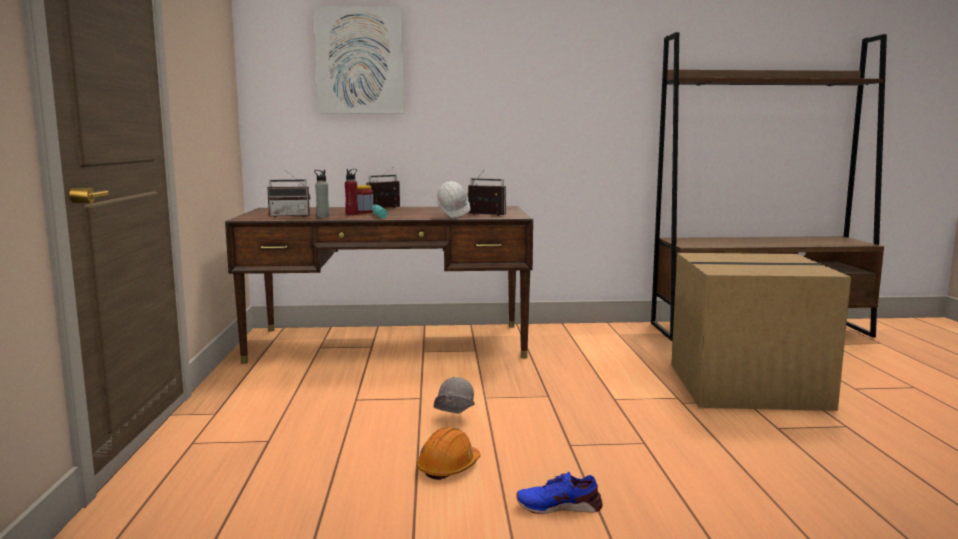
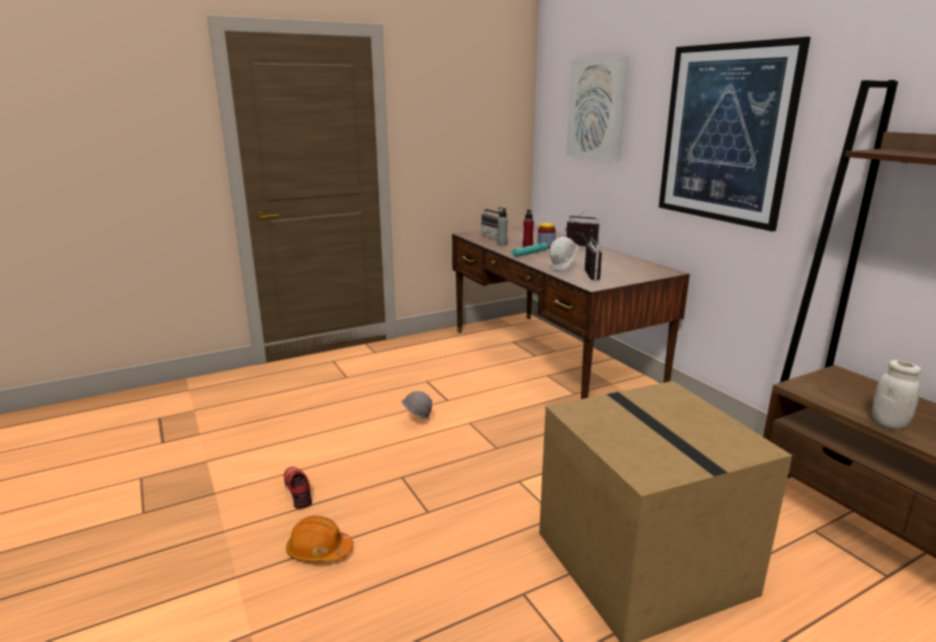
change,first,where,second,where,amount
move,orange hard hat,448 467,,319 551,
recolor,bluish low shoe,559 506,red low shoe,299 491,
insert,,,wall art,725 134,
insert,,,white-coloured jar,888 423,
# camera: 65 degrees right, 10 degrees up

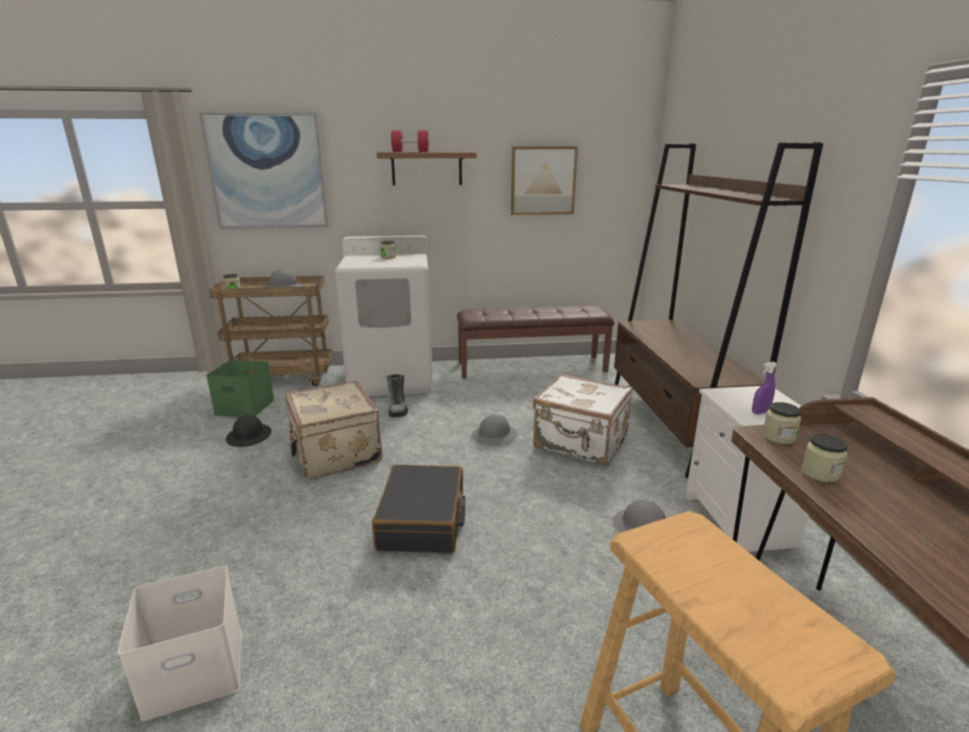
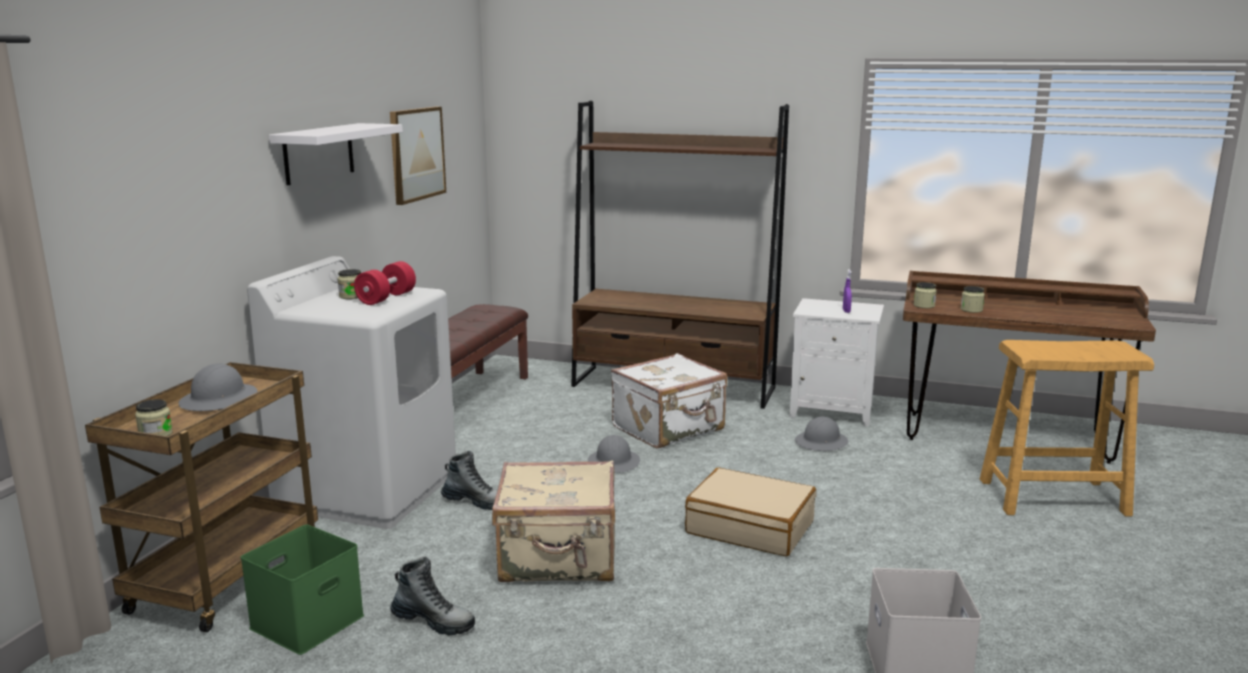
change,first,where,second,where,amount
delete,wall art,268 172,,,
move,red free weight,410 151,,386 298,
recolor,brown bracket shelf,427 168,white-coloured bracket shelf,319 153,
replace,black-coloured hard hat,249 436,boot,433 621,
recolor,black-coloured suitcase,423 521,beige suitcase,750 527,
# camera: 65 degrees left, 5 degrees down

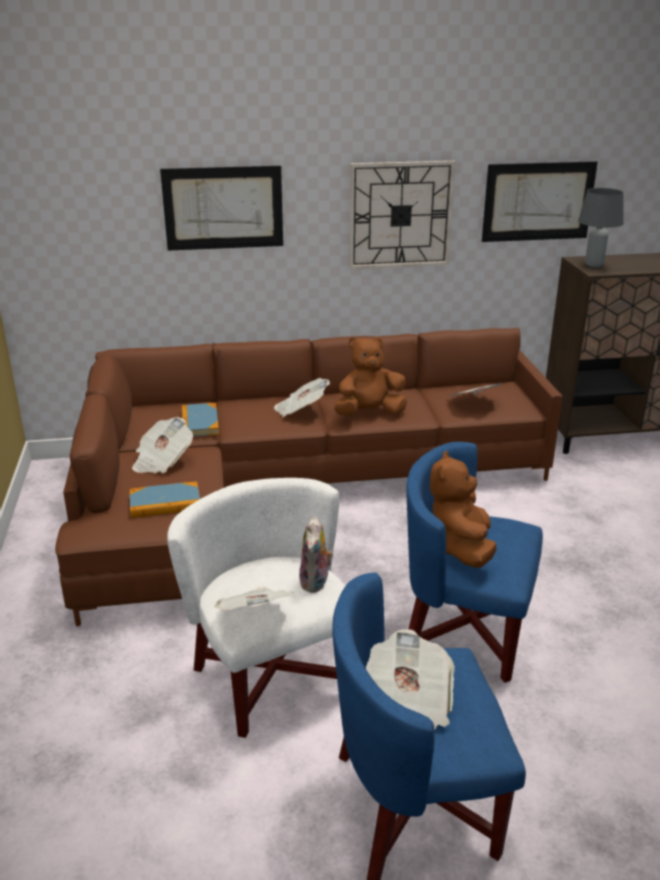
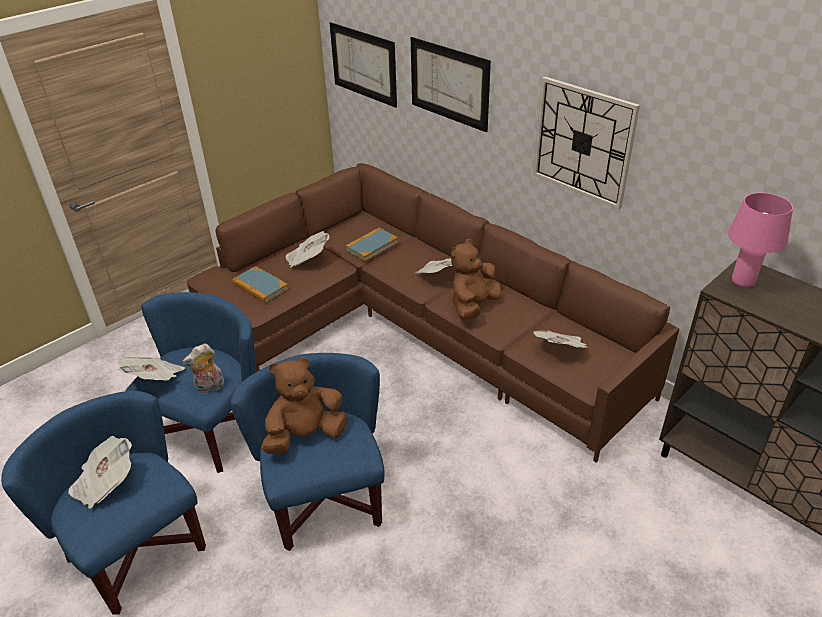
change,first,where,second,where,amount
move,wall art,538 201,,363 64,
recolor,greyish tabletop lamp,594 265,pink tabletop lamp,742 283,
rotate,brown soft toy,369 413,,473 306,90 degrees counterclockwise
recolor,white-coloured armchair,273 678,bluish armchair,211 430,
# camera: 55 degrees right, 10 degrees up

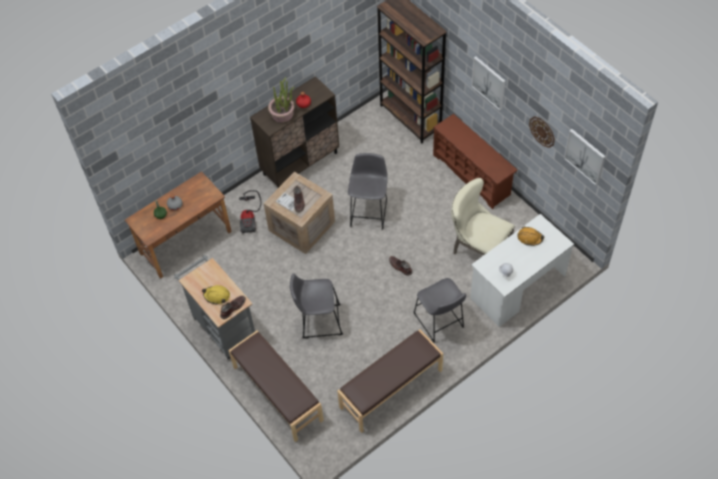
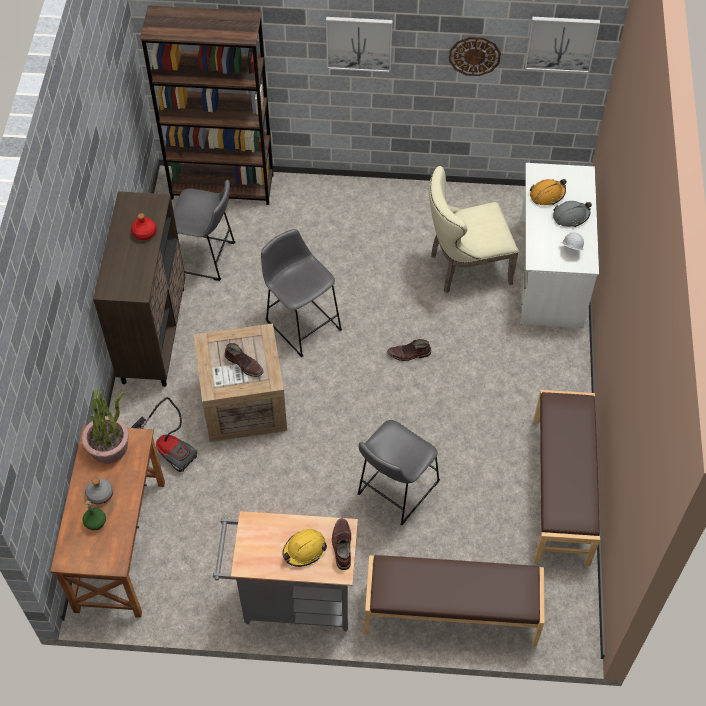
change,first,where,second,where,amount
move,plant in a pot,282 114,,109 446,
delete,brown shoe stand,472 175,,,
move,greyish sitting stool,439 322,,205 258,
insert,,,greyish hard hat,571 216,
# camera: 50 degrees left, 0 degrees up

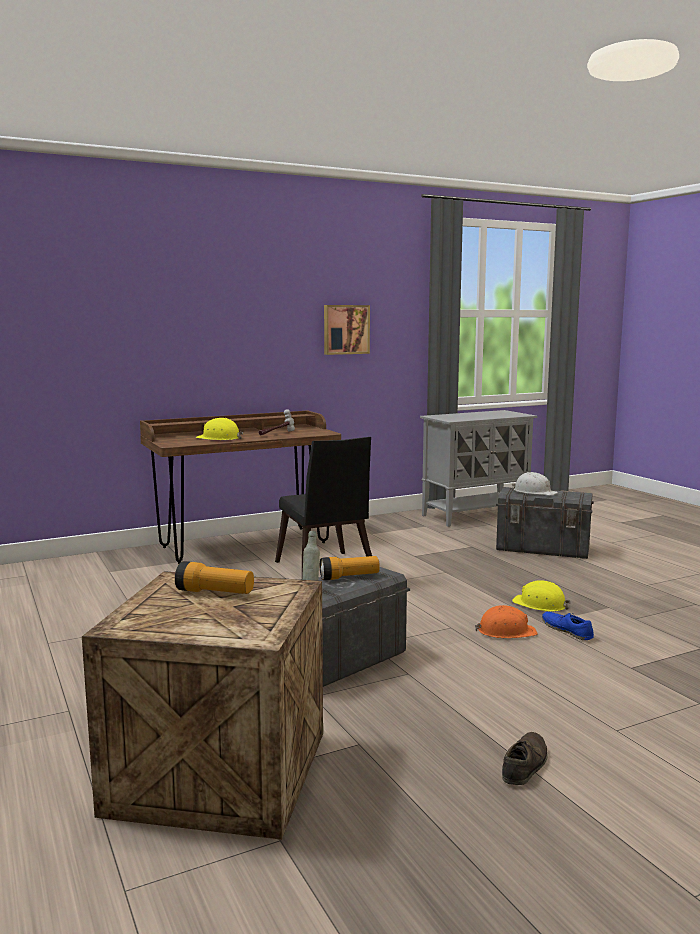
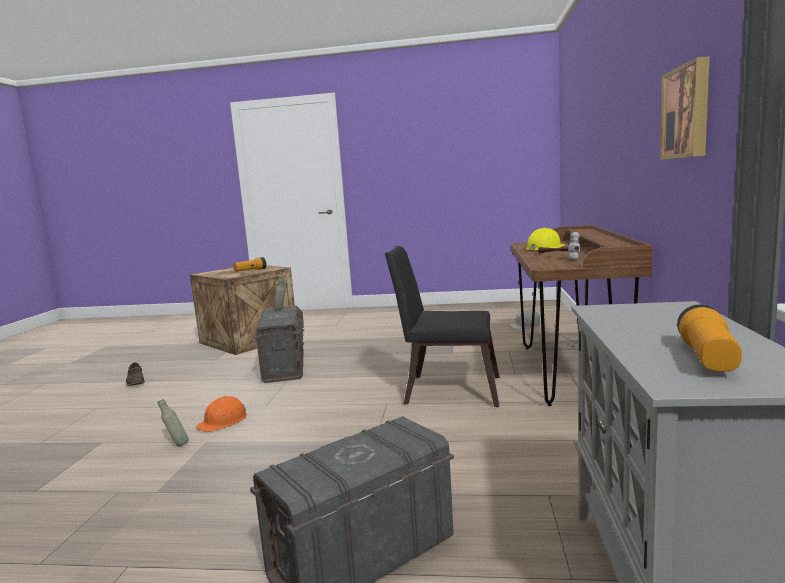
change,first,where,second,where,amount
move,white-coloured hard hat,534 492,,527 326,
move,hand torch,349 577,,708 358,
delete,yellowish hard hat,540 604,,,
replace,bluish low shoe,567 630,greyish beverage bottle,177 445,
# camera: 125 degrees right, 0 degrees up

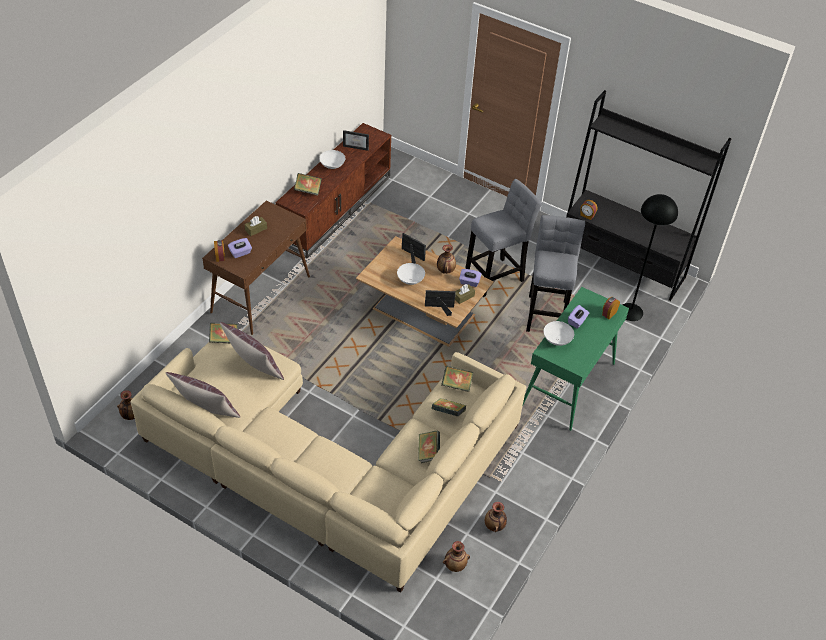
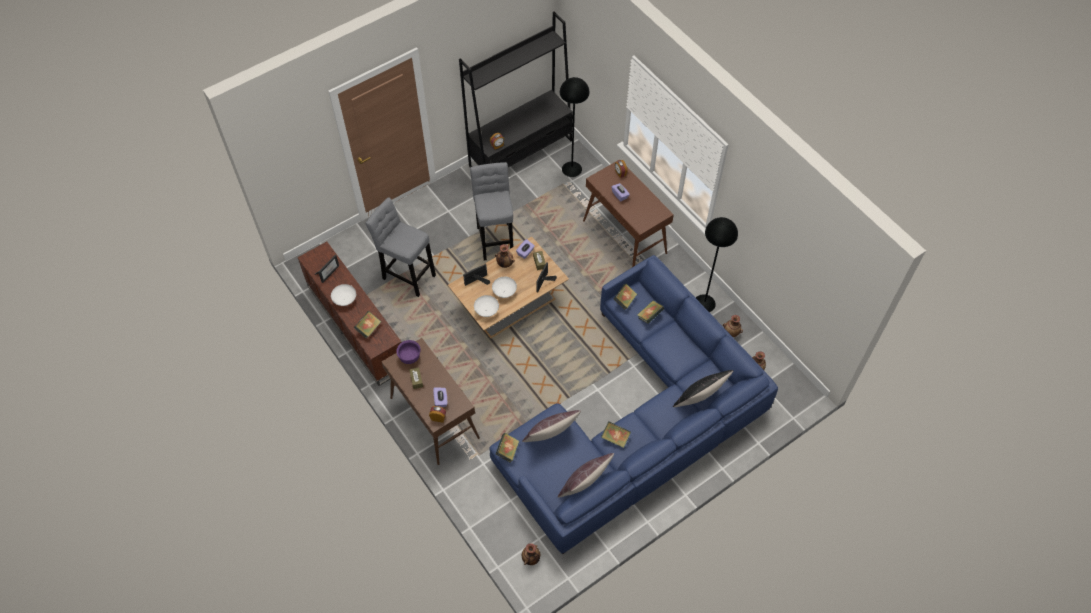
change,first,where,second,where,amount
move,greyish sitting stool,546 313,,407 275,
recolor,green-coloured hall table,568 385,brown hall table,625 237,
move,white-coloured bowl,556 340,,486 311,
recolor,beige sofa,328 462,bluish sofa,636 421,
move,book,428 452,,615 438,
insert,,,black-coloured floor lamp,704 303,
insert,,,purplish bowl,410 357,
insert,,,black-coloured pillow,699 400,
# camera: 65 degrees left, 10 degrees up

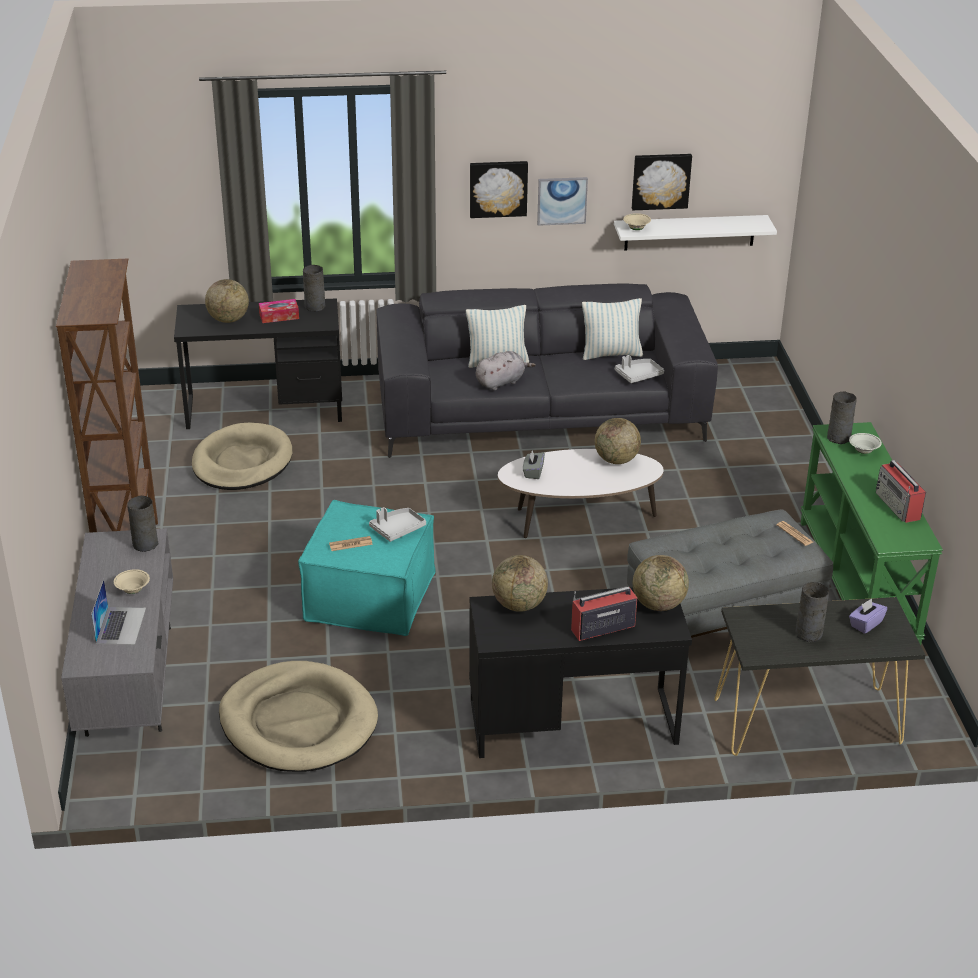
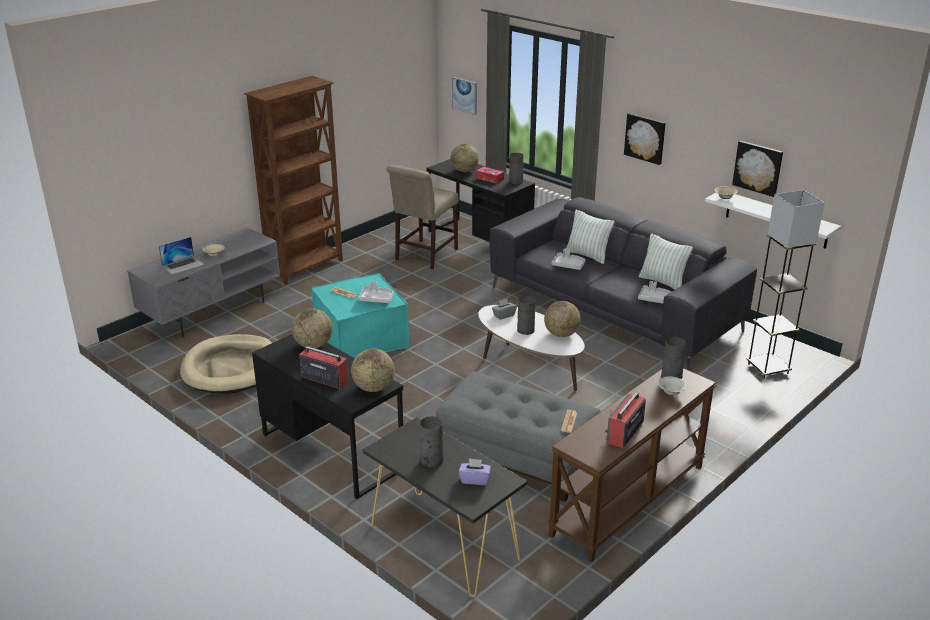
change,first,where,second,where,amount
move,wall art,562 200,,465 95,
replace,greyish soft toy,501 382,greyish serving tray,568 265,
replace,beige pet bed,242 462,beige chair,424 255,
recolor,green-coloured hall table,858 584,brown hall table,629 501,
move,greyish flower vase,144 544,,525 330,
insert,,,greyish floor lamp,768 369,
# camera: 50 degrees right, 5 degrees down

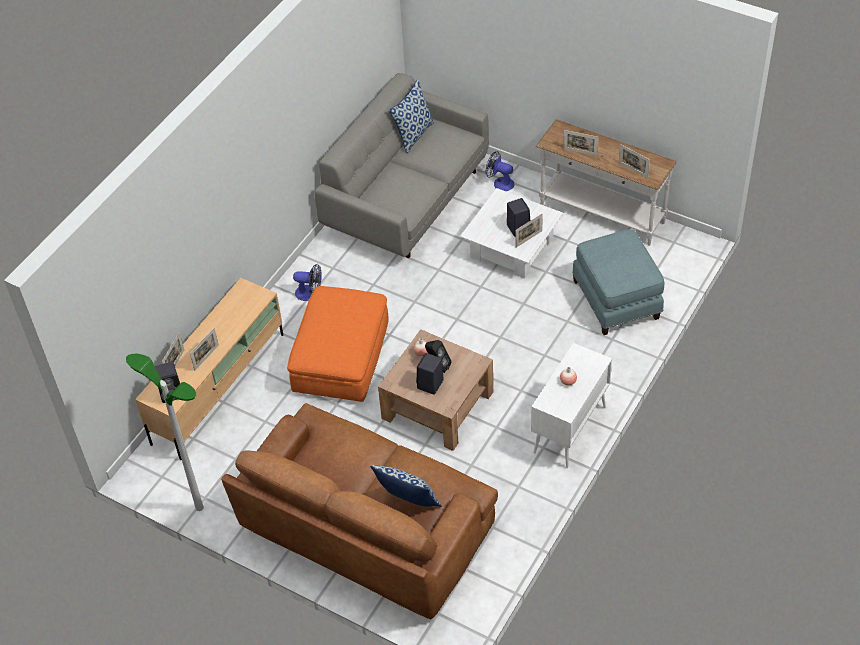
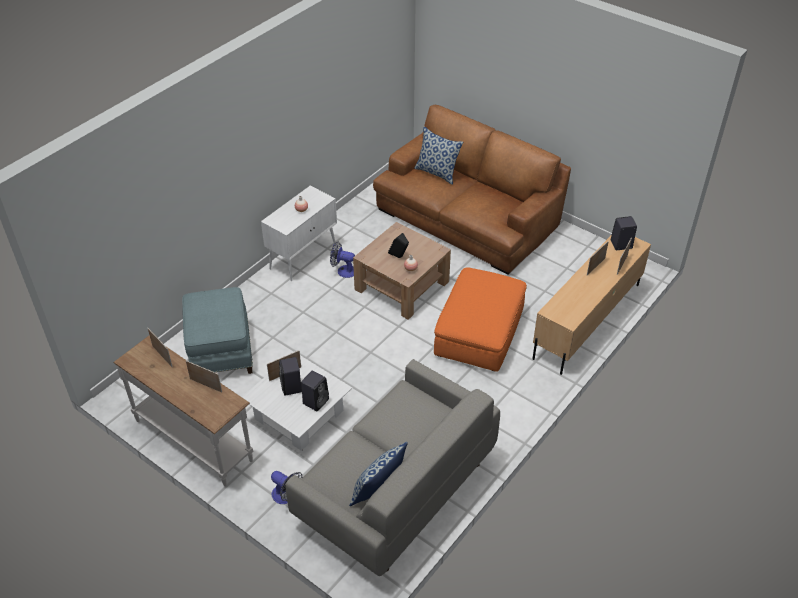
change,first,where,second,where,amount
move,cooling fan,310 293,,343 270,
move,black-coloured loudspeaker,430 385,,316 401,
delete,floor lamp,199 507,,,
# camera: 175 degrees left, 5 degrees down

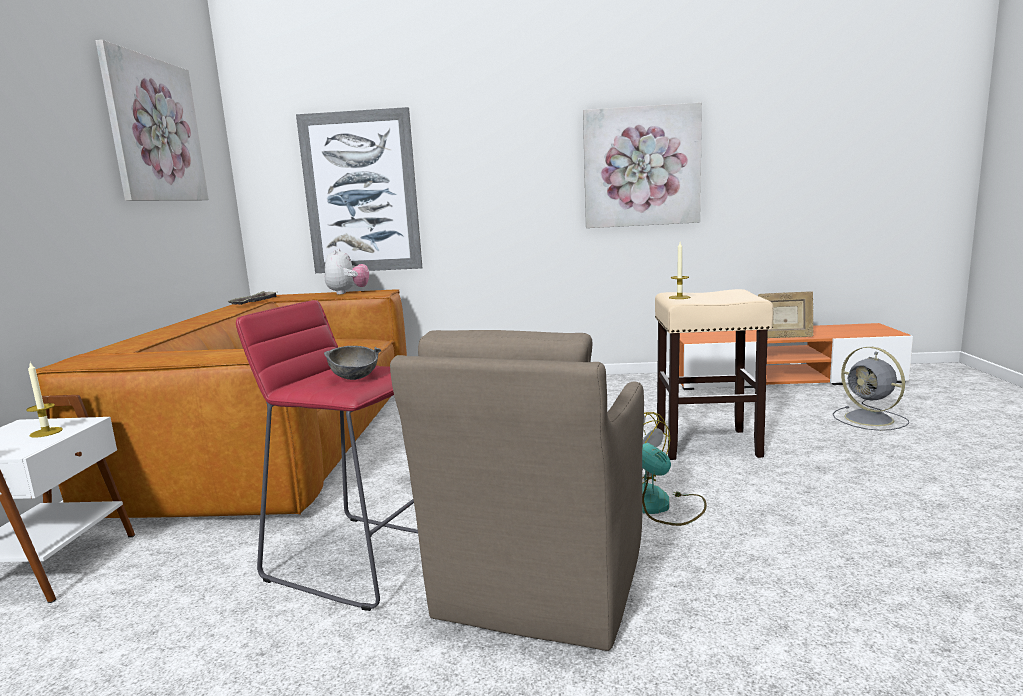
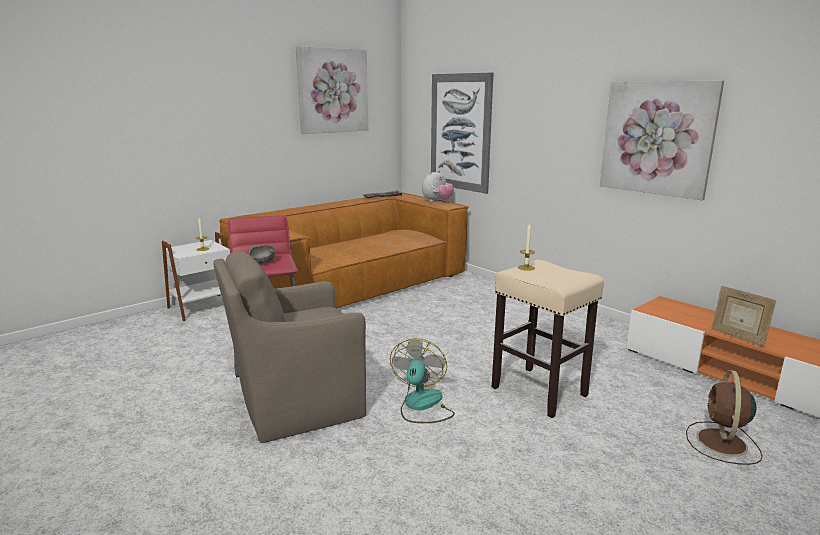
change,first,where,second,where,amount
recolor,greyish cooling fan,870 419,brown cooling fan,722 443,
# camera: 45 degrees right, 5 degrees up

